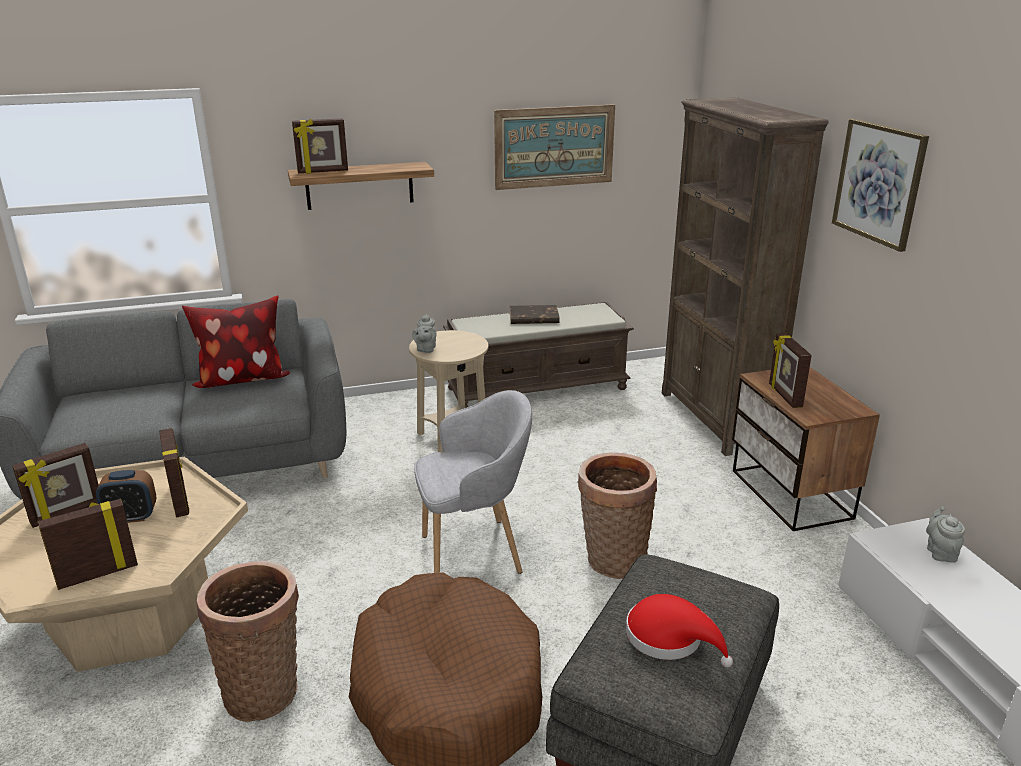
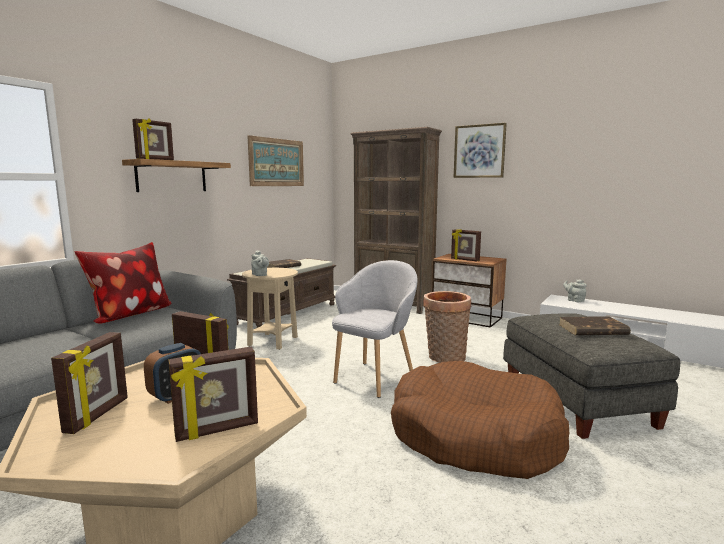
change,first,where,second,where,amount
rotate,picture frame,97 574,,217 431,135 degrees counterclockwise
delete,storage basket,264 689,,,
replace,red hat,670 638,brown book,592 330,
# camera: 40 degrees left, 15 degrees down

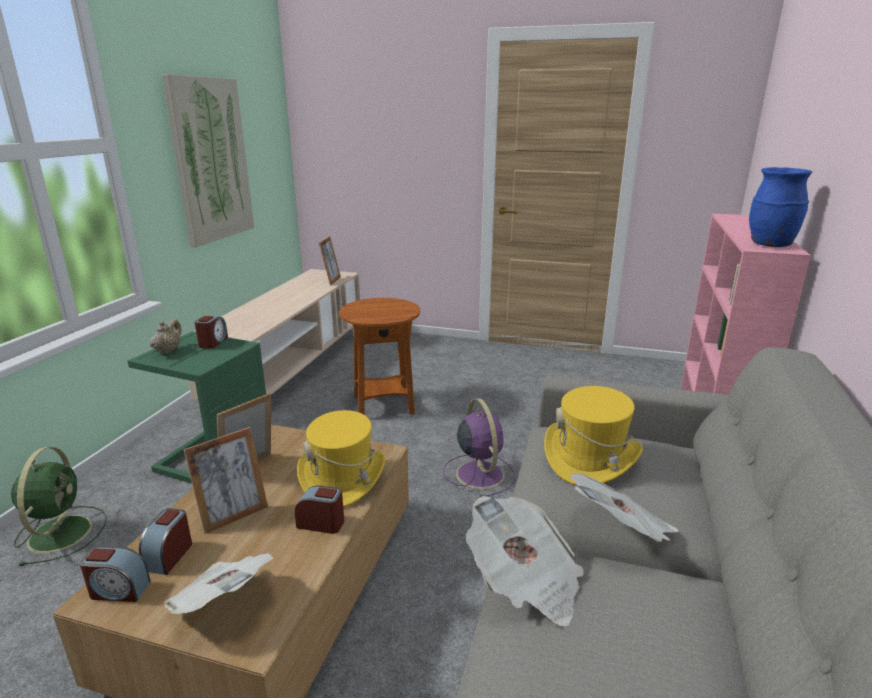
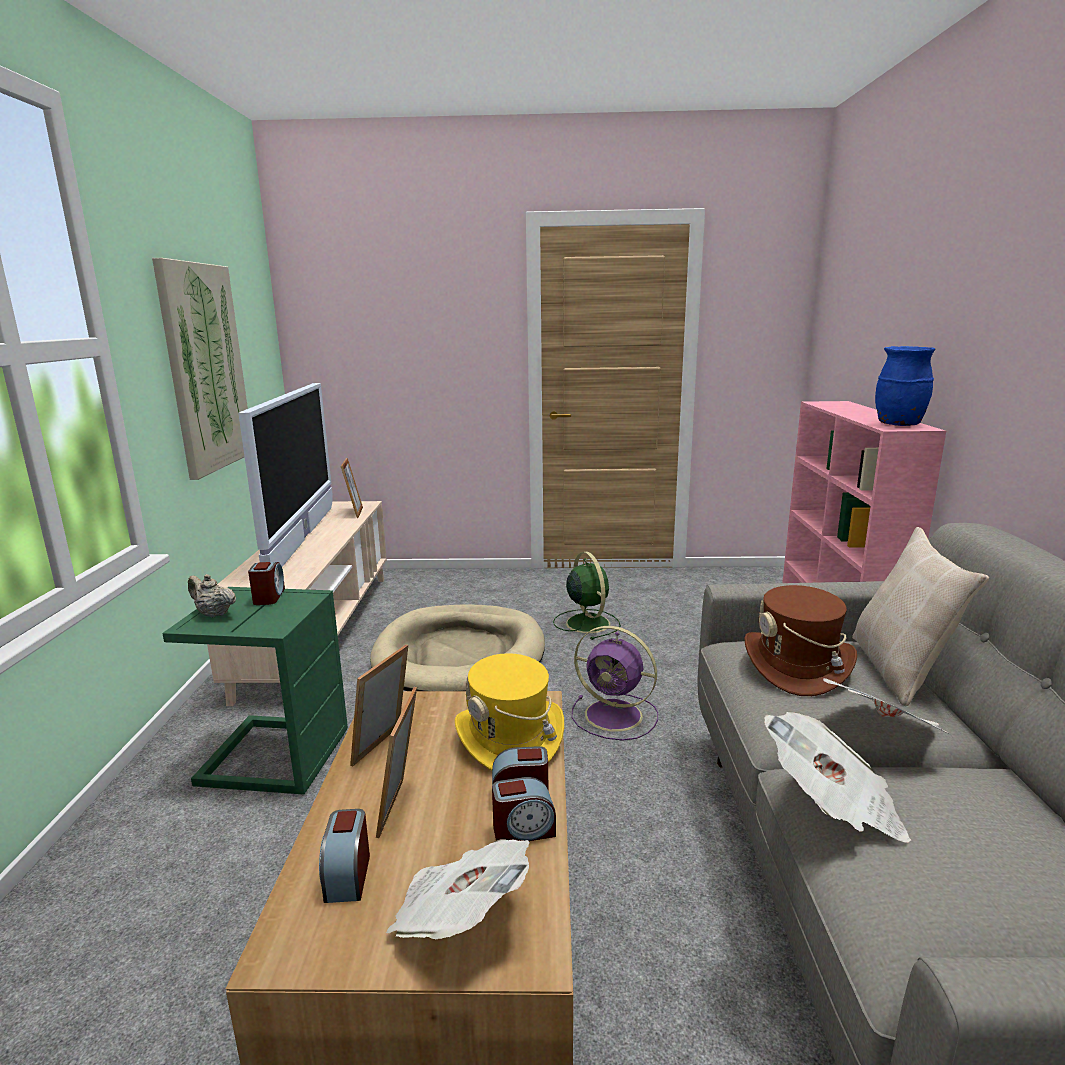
change,first,where,second,where,amount
replace,brown end table,383 405,beige pet bed,460 656,
rotate,beige pot for tea,168 351,,213 614,60 degrees counterclockwise
recolor,yellowish hat,591 458,brown hat,797 666,
rotate,purplish cooling fan,479 473,,616 716,150 degrees clockwise
rotate,picture frame,233 515,,401 808,150 degrees clockwise
move,green-coloured cooling fan,61 532,,587 623,
move,table clock,119 590,,523 830,
insert,,,TV,303 537,
insert,,,beige pillow,900 671,
# camera: 15 degrees left, 5 degrees down

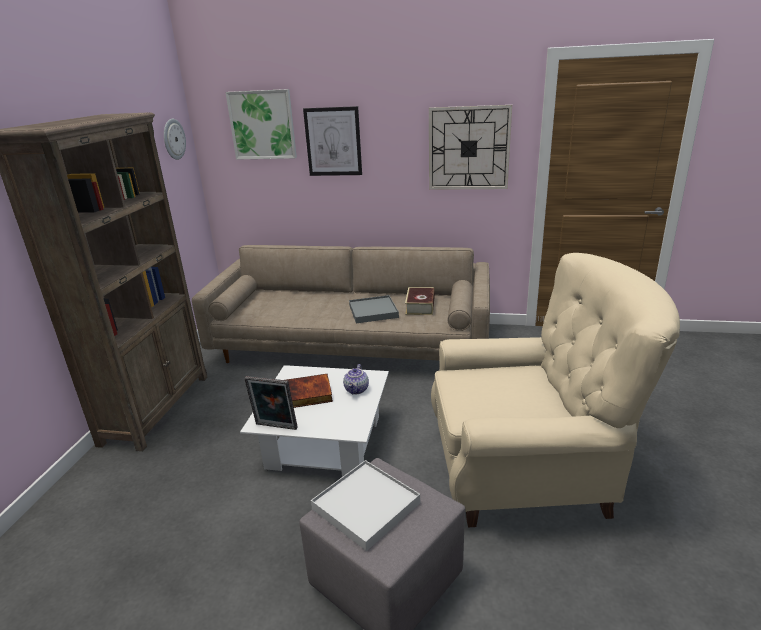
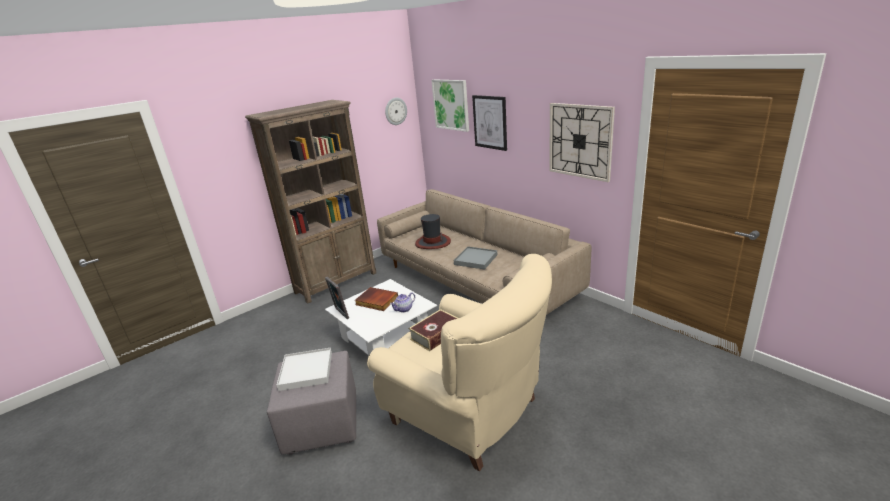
change,first,where,second,where,amount
move,book,420 306,,436 335,
insert,,,hat,432 242,
# camera: 40 degrees right, 0 degrees up

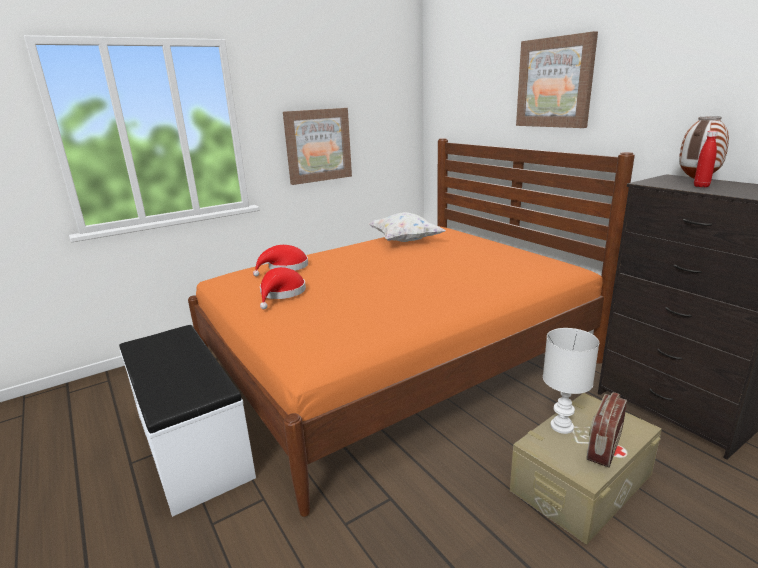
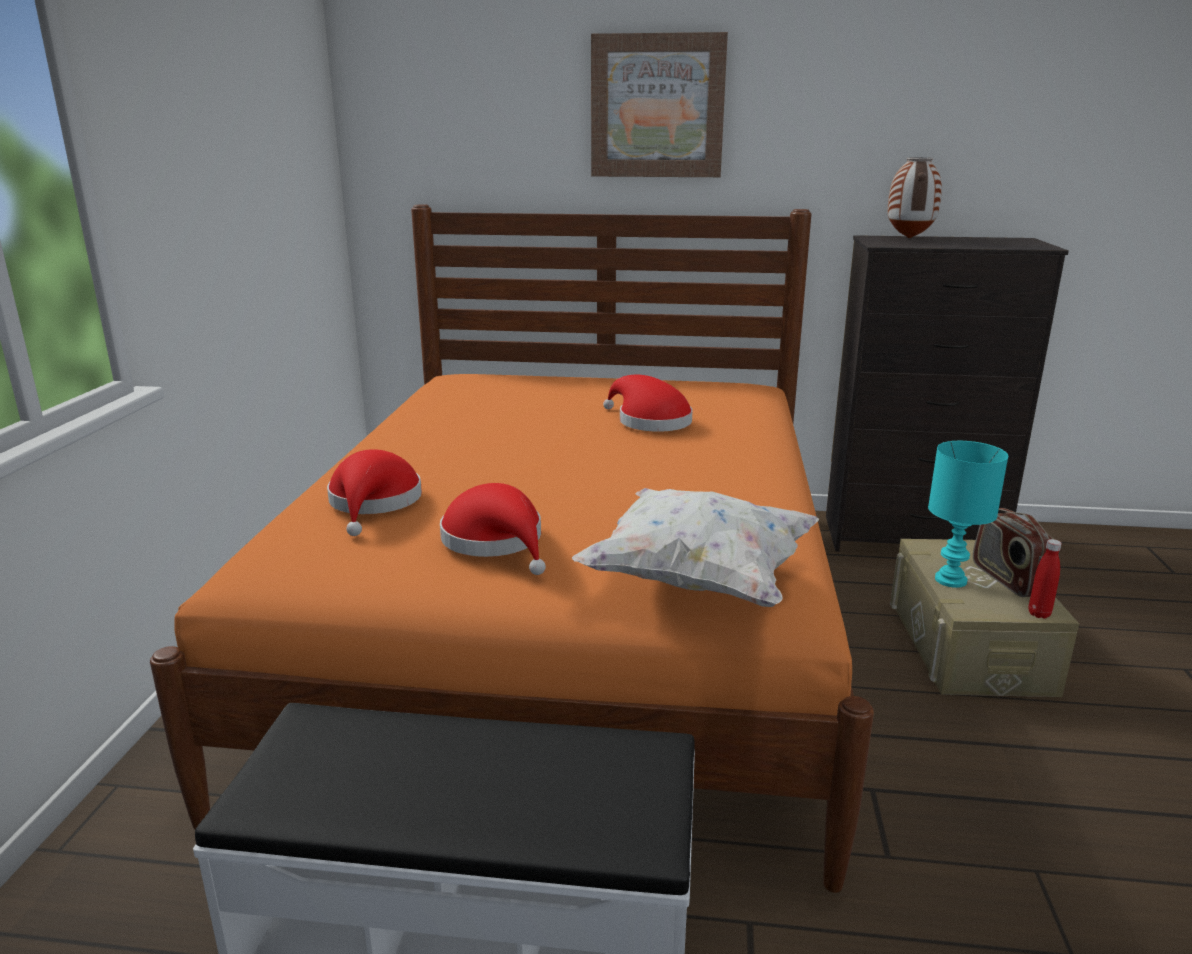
change,first,where,second,where,amount
delete,wall art,318 145,,,
move,red beverage bottle,701 186,,1039 614,
move,white-coloured pillow,405 241,,697 580,
recolor,white-coloured tabletop lamp,562 427,blue-green tabletop lamp,952 580,
insert,,,red hat,649 421,
# camera: 50 degrees left, 0 degrees up

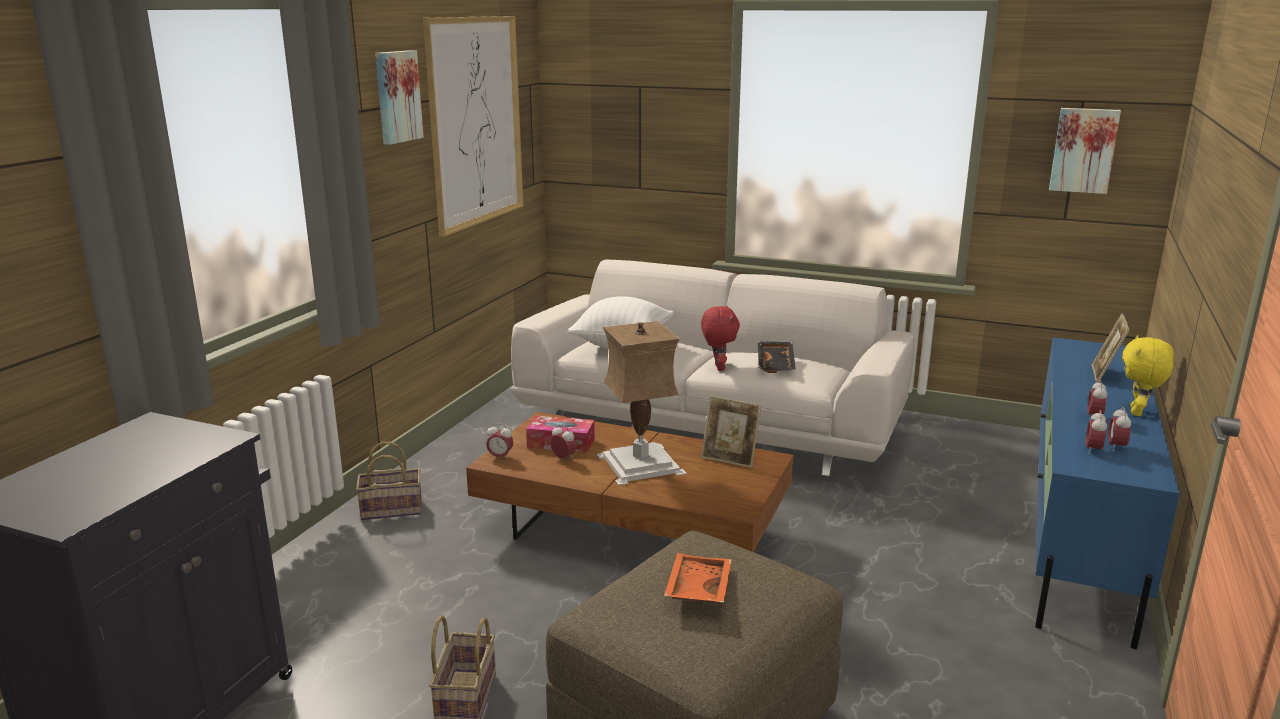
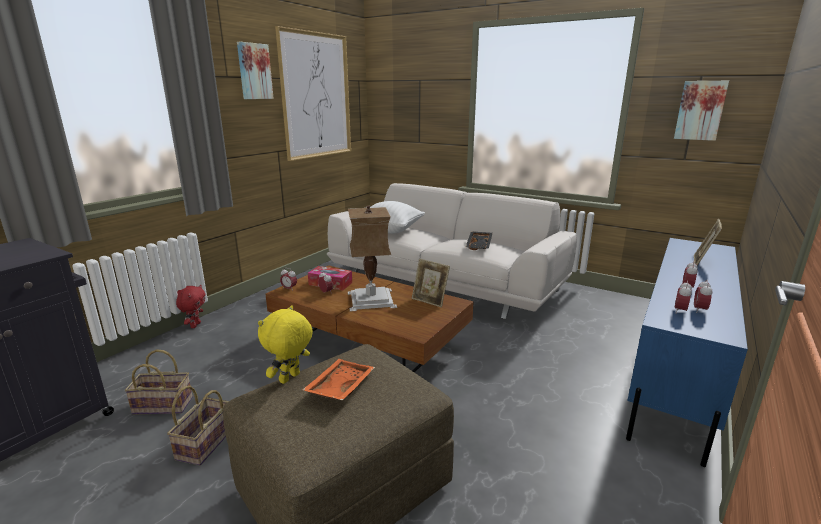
change,first,where,second,where,amount
move,red soft toy,718 368,,195 325,
move,yellowish soft toy,1138 412,,290 378,
move,storage basket,393 509,,165 405,
# camera: 10 degrees right, 0 degrees up

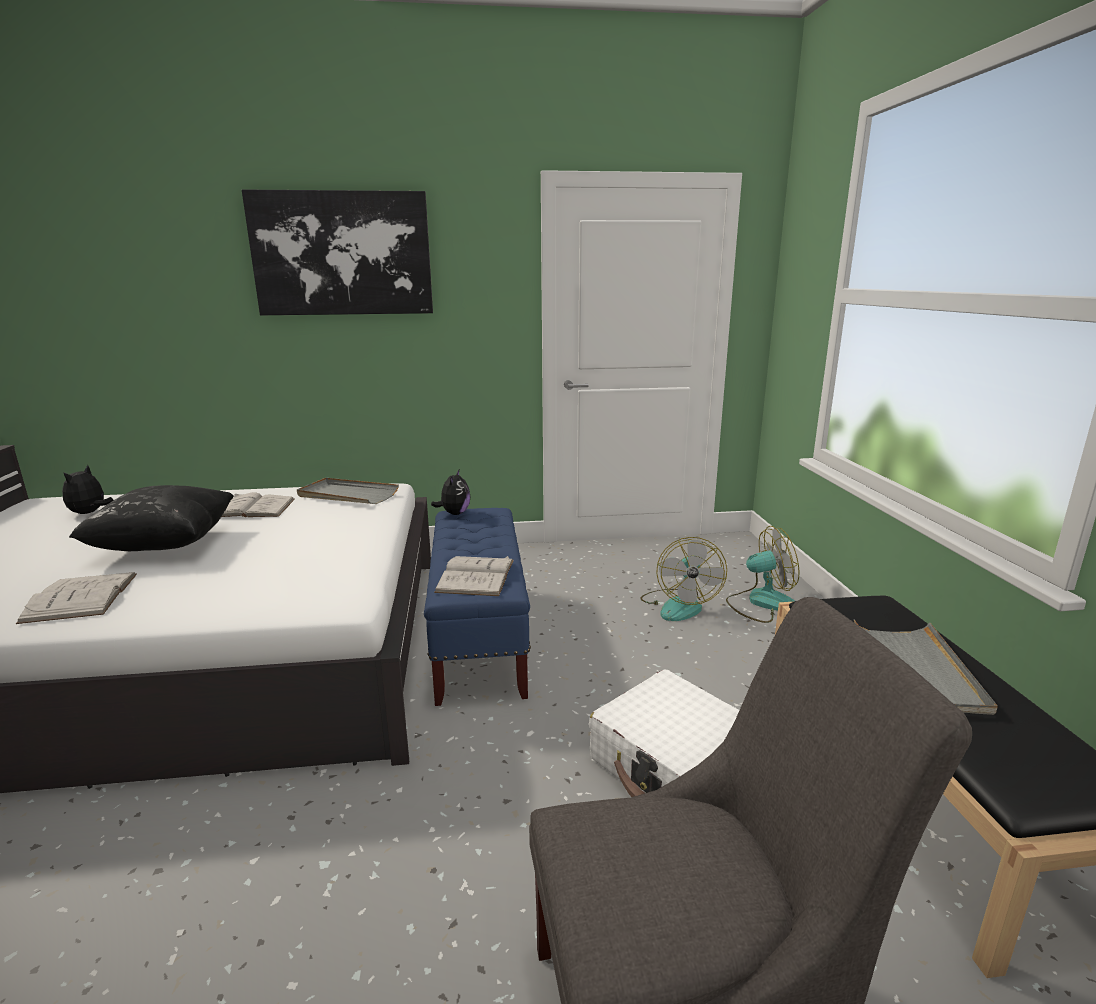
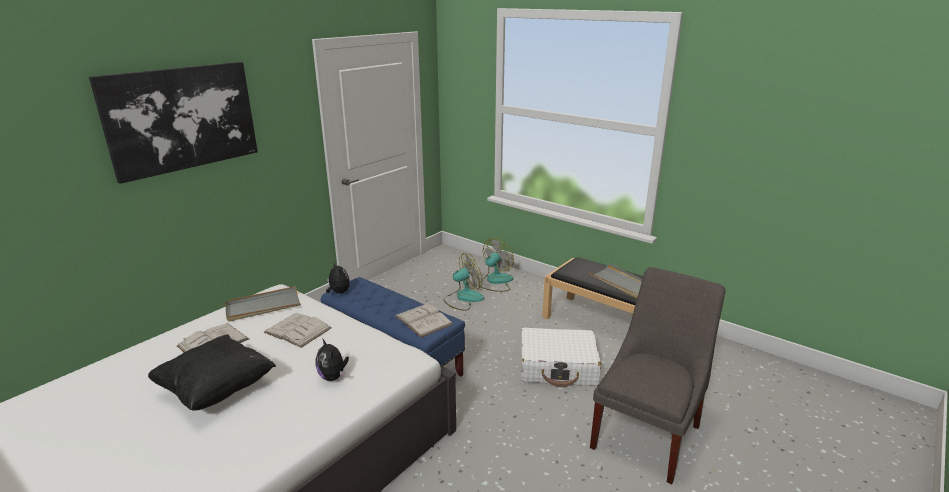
change,first,where,second,where,amount
move,soft toy,90 513,,333 377,
rotate,cooling fan,679 605,,463 298,75 degrees counterclockwise
move,white-coloured book,81 597,,298 330,
# camera: 45 degrees left, 5 degrees up

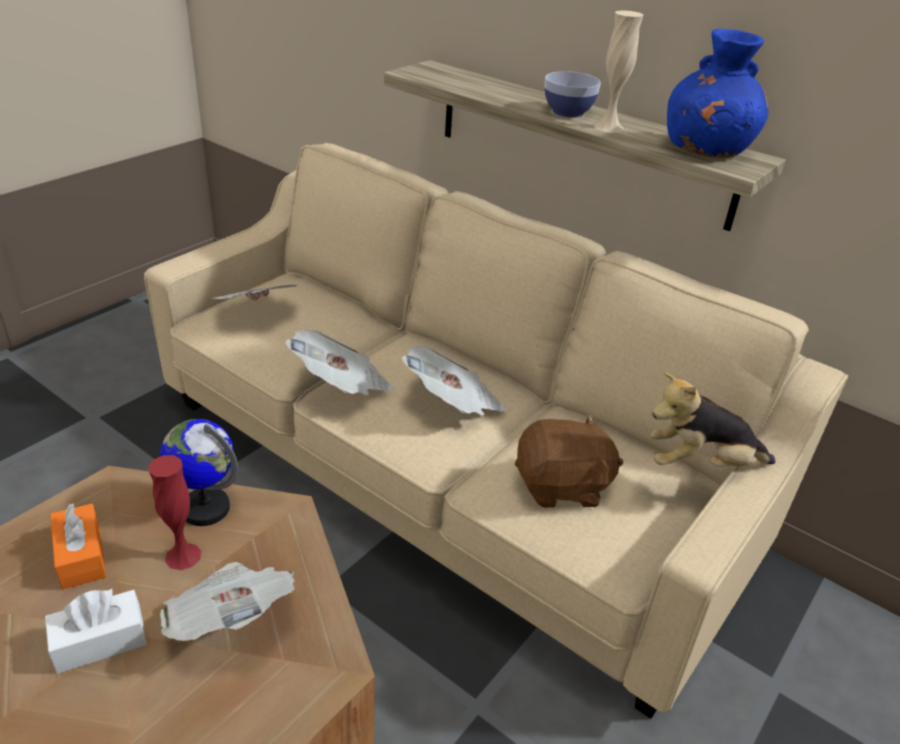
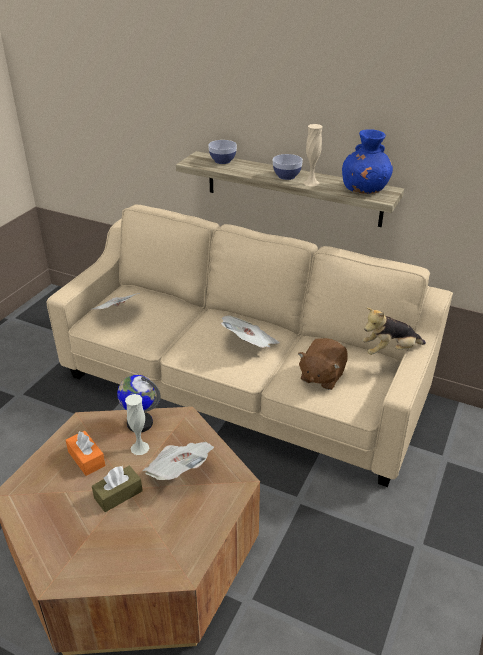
change,first,where,second,where,amount
delete,daily paper,342 386,,,
rotate,brown soft toy,562 487,,321 376,135 degrees clockwise
recolor,red flower vase,183 556,white-coloured flower vase,140 448,
recolor,white-coloured box of tissues,100 642,brown box of tissues,118 494,
insert,,,bowl,222 161,
# camera: 10 degrees left, 0 degrees up

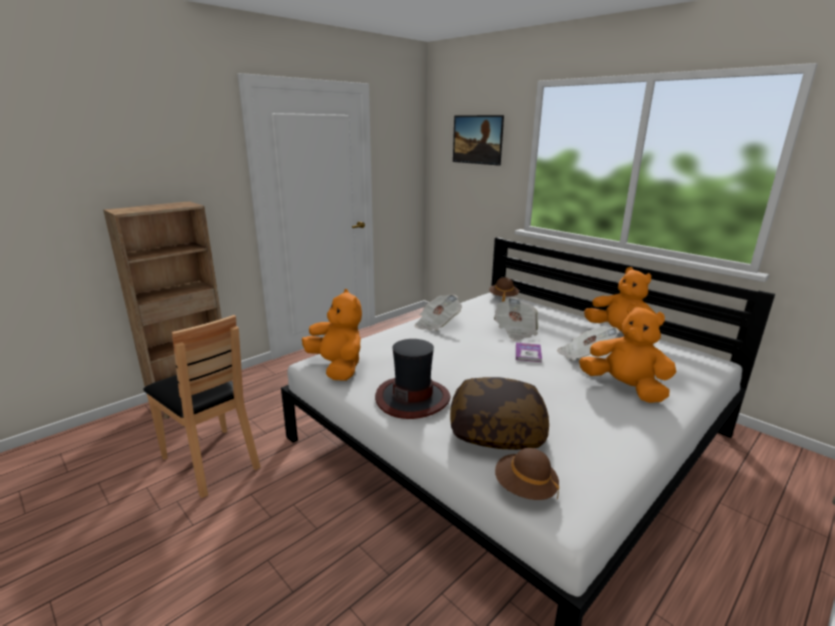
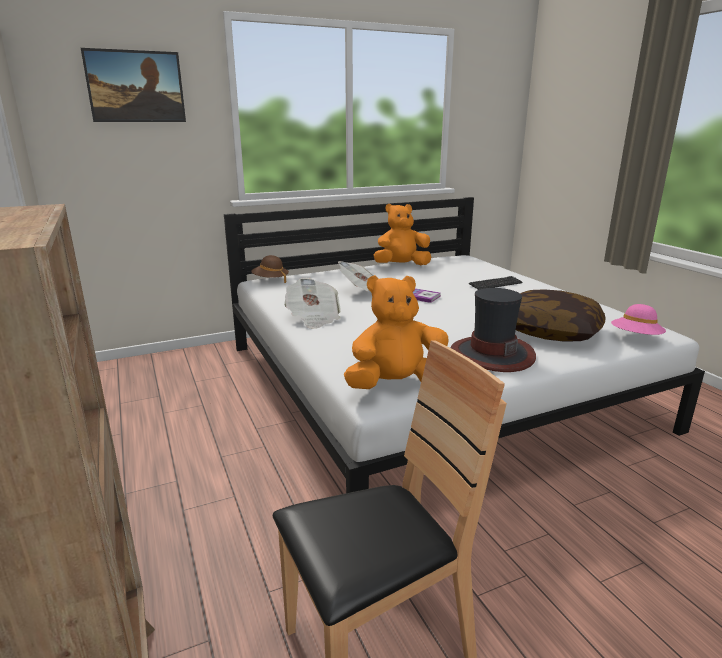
change,first,where,second,where,amount
replace,orange soft toy,624 388,computer keyboard,495 284,
delete,daily paper,585 355,,,
recolor,brown hat,525 488,pink hat,635 338,
# camera: 70 degrees left, 0 degrees up

